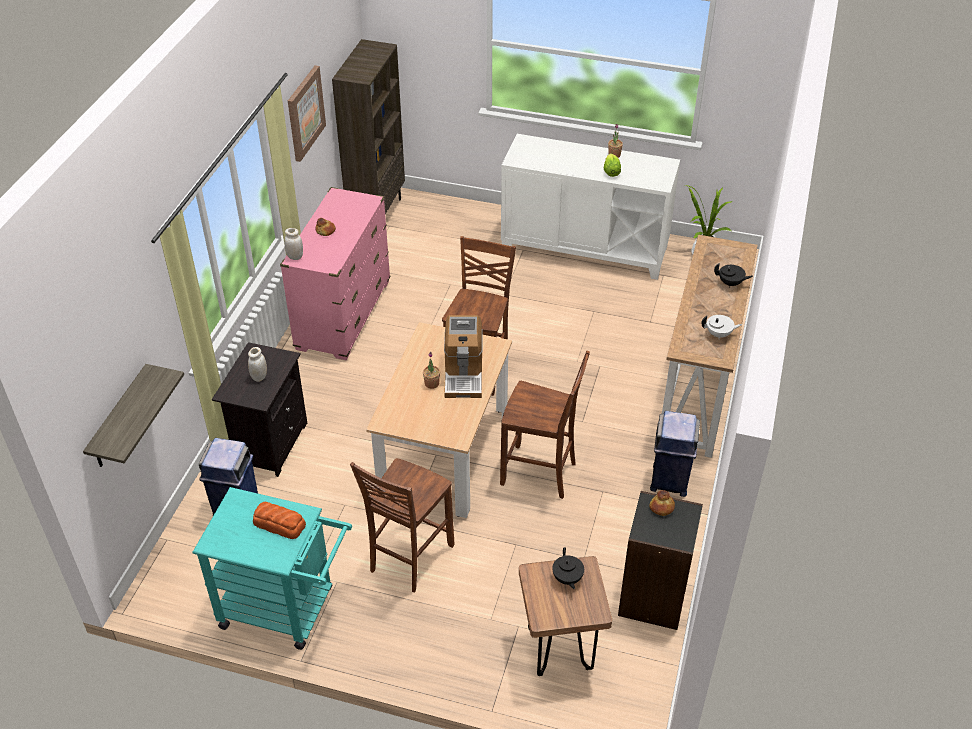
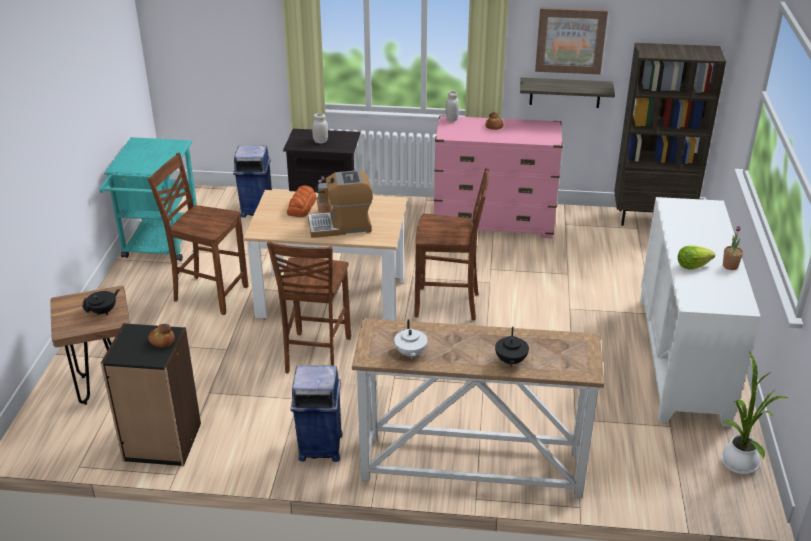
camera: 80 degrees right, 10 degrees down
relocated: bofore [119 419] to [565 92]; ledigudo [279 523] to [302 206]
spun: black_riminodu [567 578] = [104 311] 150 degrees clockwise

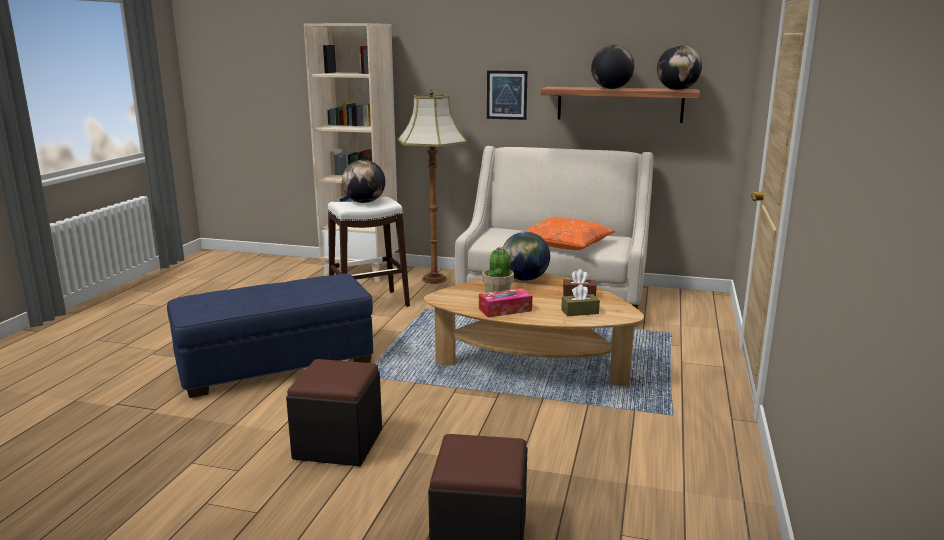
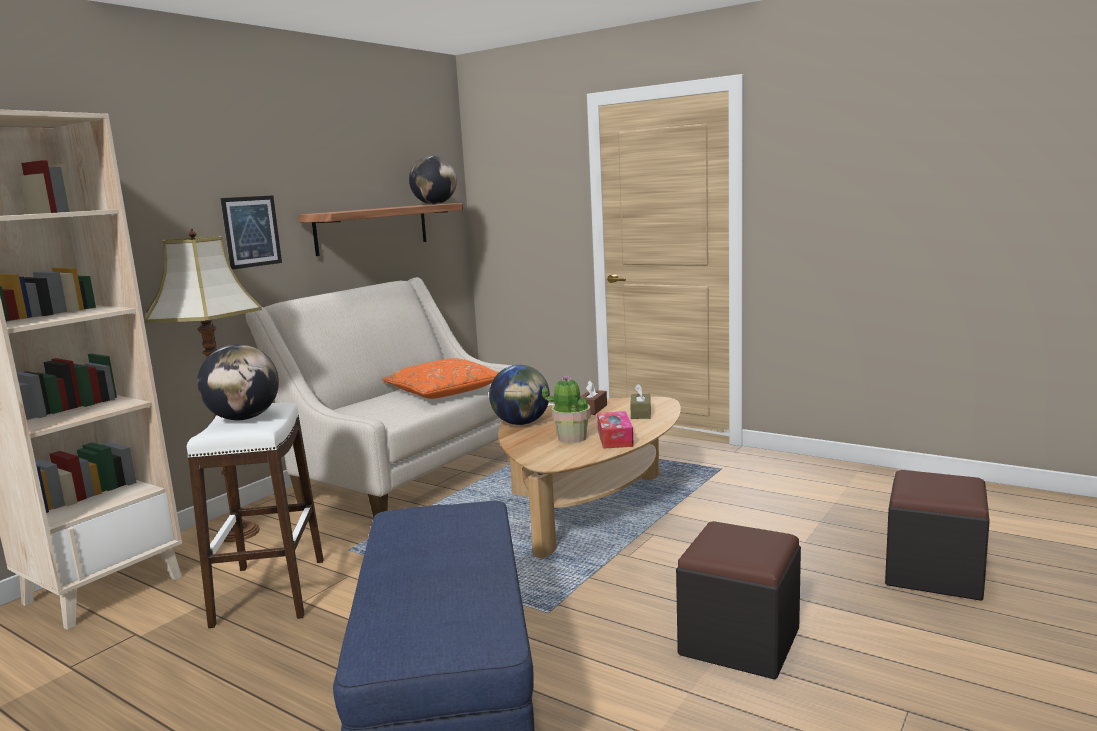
camera: 70 degrees left, 5 degrees down
missing: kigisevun [611 88]

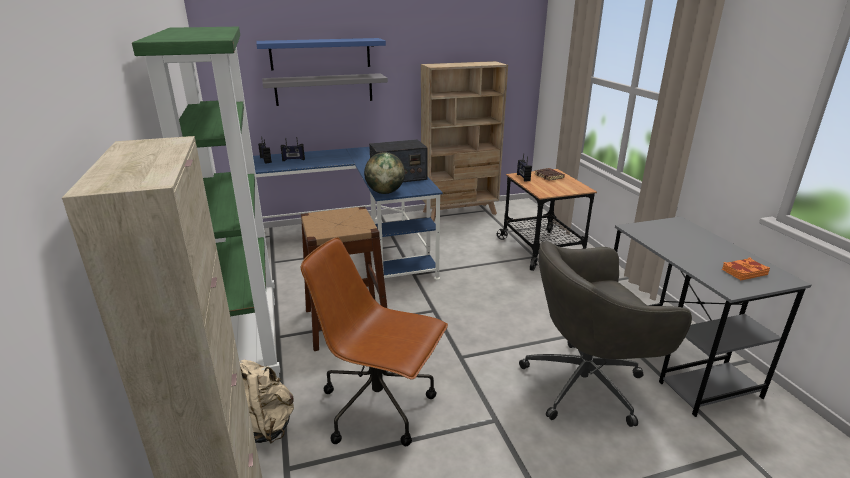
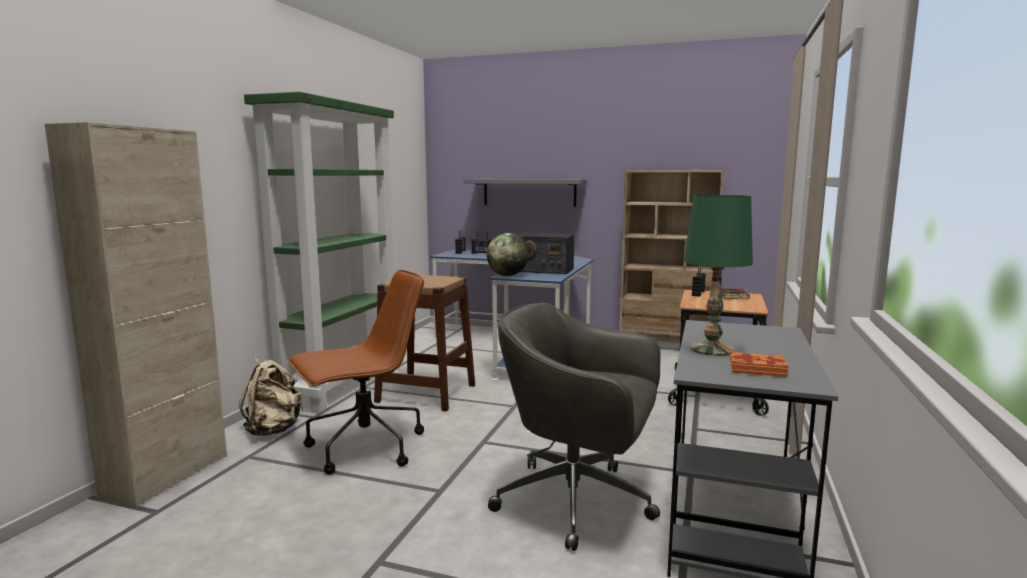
camera: 35 degrees right, 15 degrees down
missing: blue_bofore [320 54]
appeared: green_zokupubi [711 349]
spun: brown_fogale [380 407] = [364 448] 90 degrees clockwise

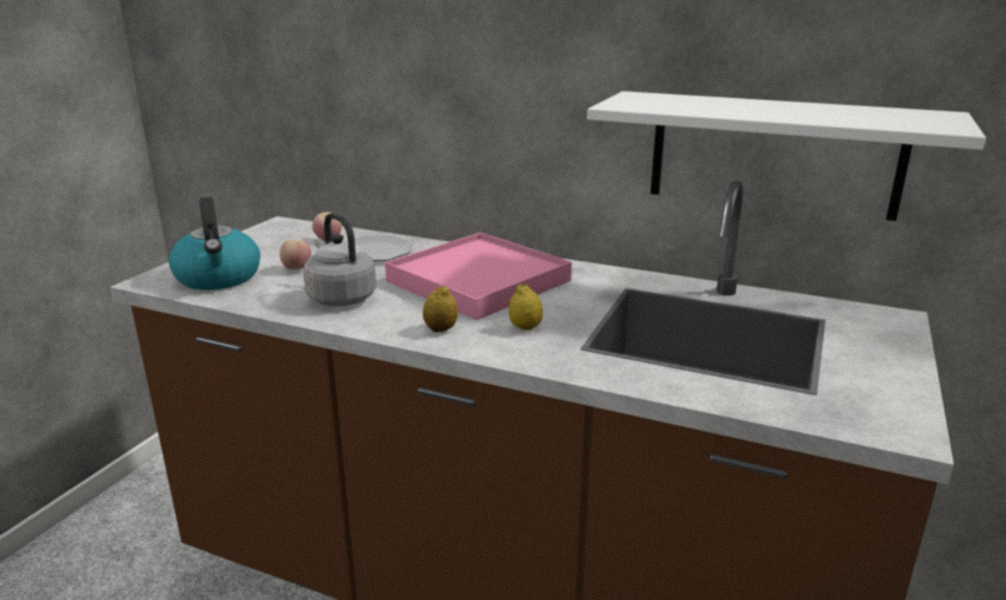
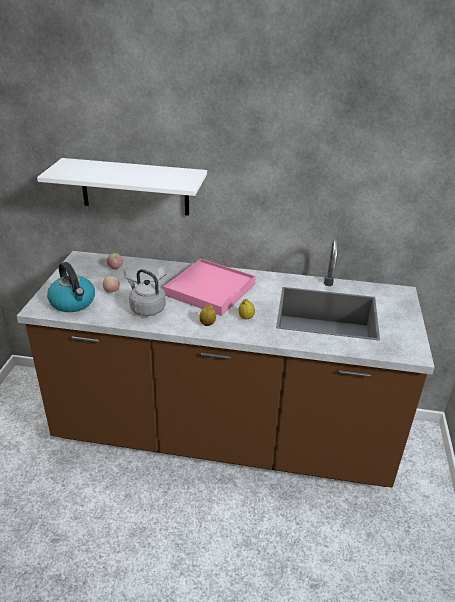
camera: 15 degrees left, 10 degrees up
relocated: white_bofore [774 154] to [134 187]

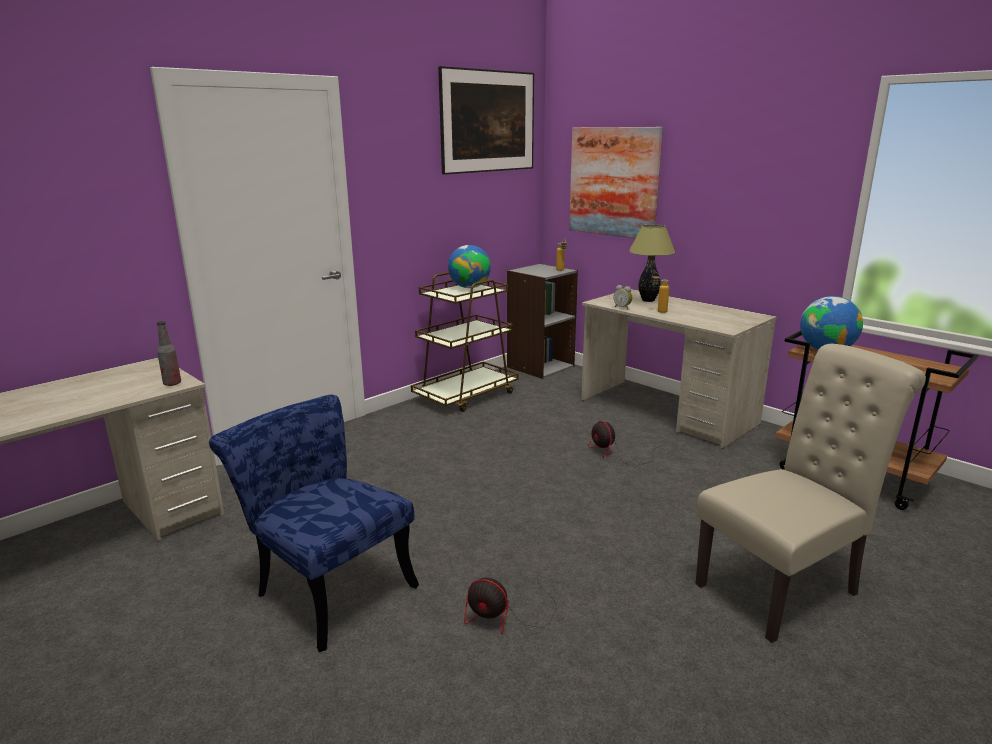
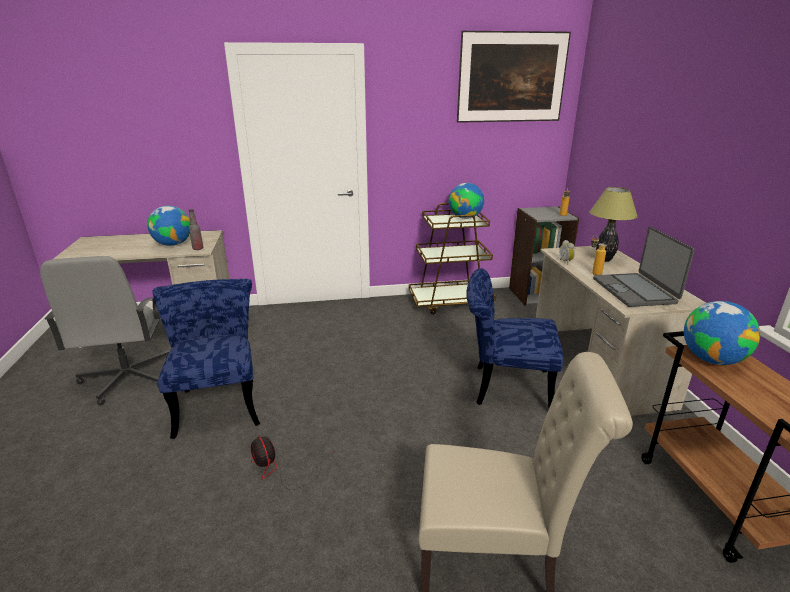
camera: 35 degrees right, 5 degrees up
missing: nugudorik [613 182]
appeared: grey_fogale [127 378]; kigisevun [173 244]; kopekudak [634 291]
exchanged: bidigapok [616 454] to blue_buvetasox [504 387]

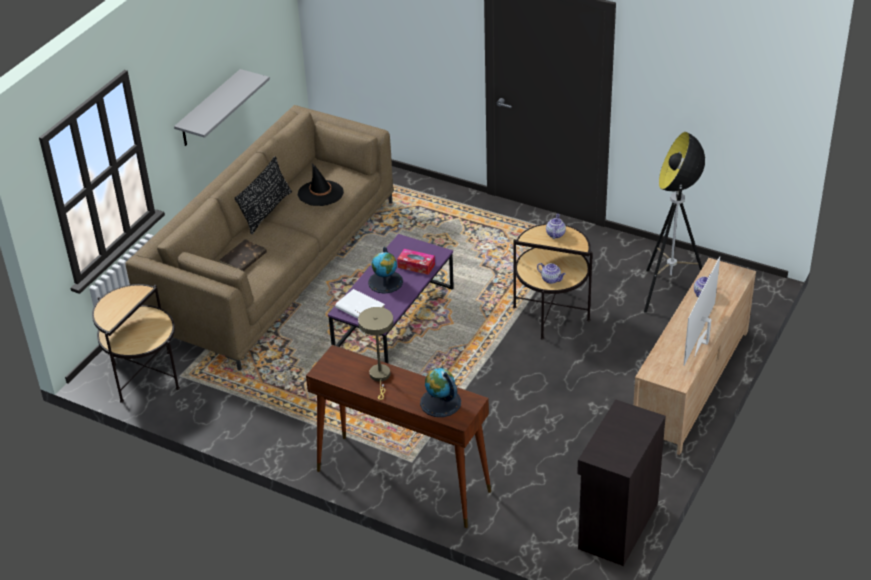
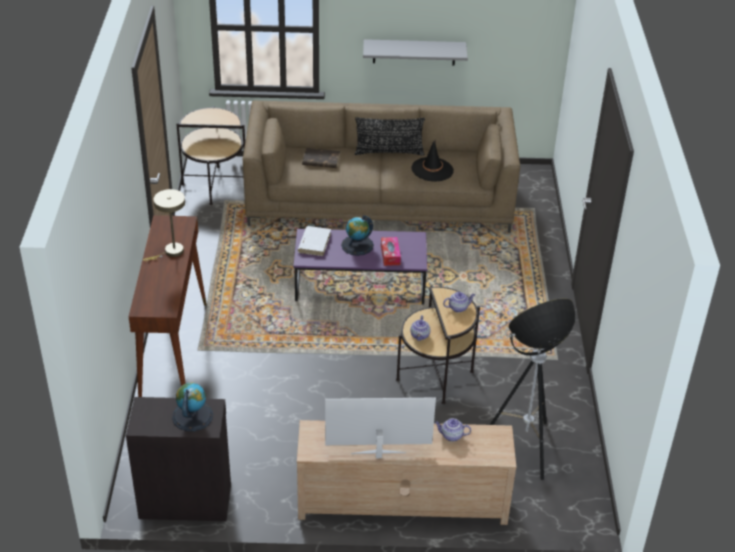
camera: 60 degrees right, 0 degrees up
relocated: kigisevun [440 402] to [192 416]

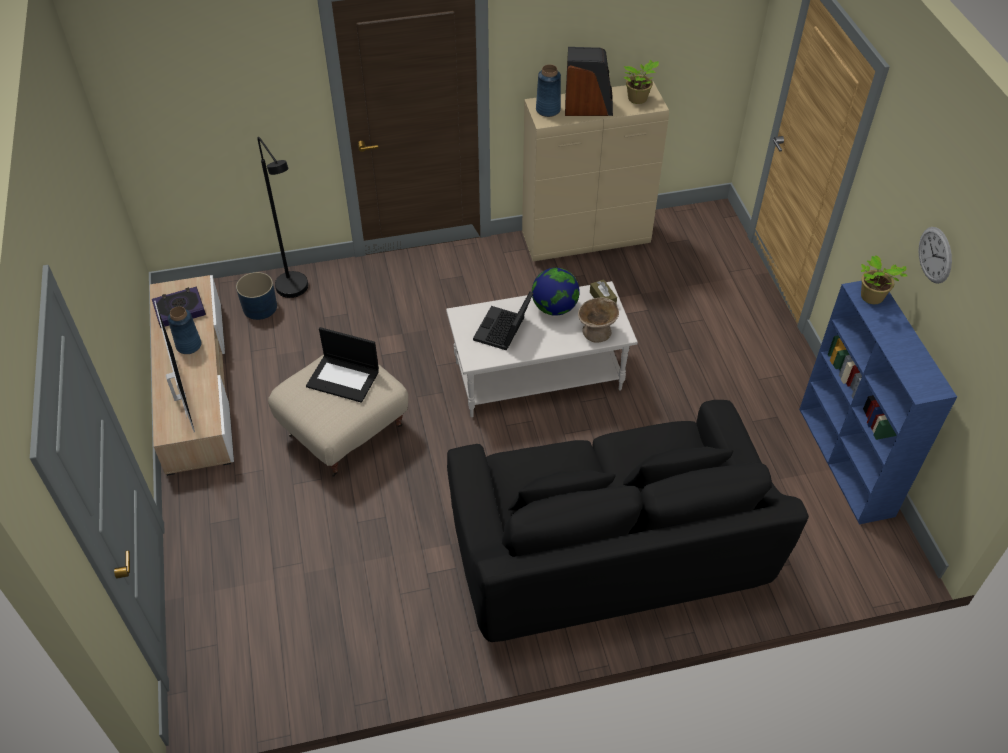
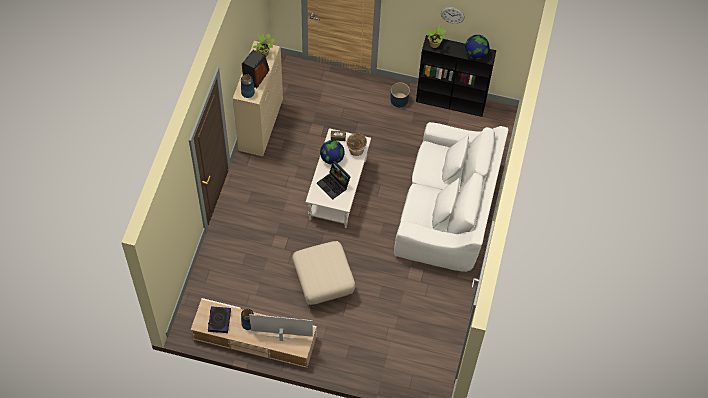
camera: 65 degrees left, 10 degrees up
missing: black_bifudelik [295 292]; kopekudak [344 378]
appeared: kigisevun [475 54]
relocated: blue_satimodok [260 307] to [399 100]
colour: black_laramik [607 553] to white_laramik [447 211]; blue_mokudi [846 462] to black_mokudi [451 102]

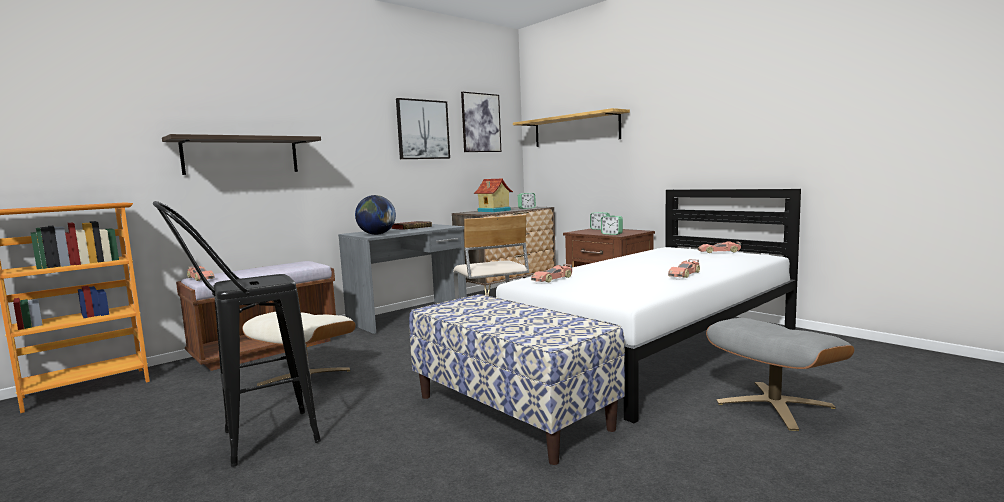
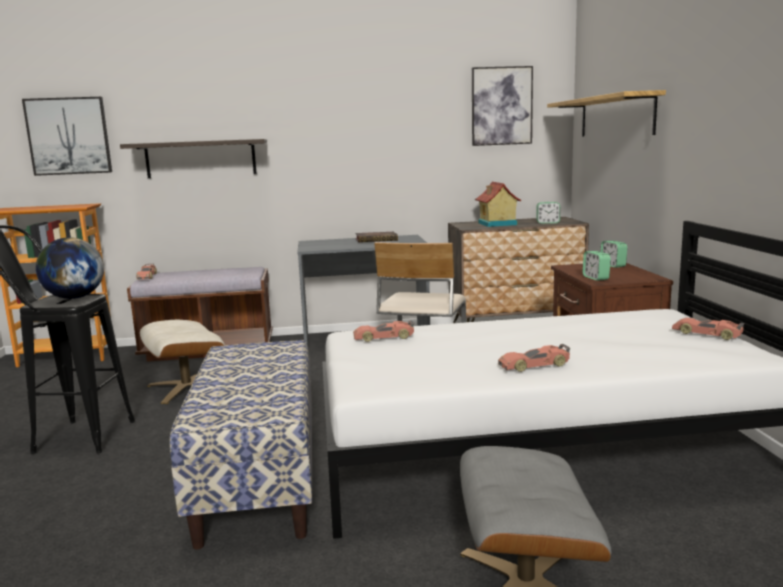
camera: 35 degrees right, 5 degrees up
relocated: kigisevun [376 234] to [74 298]; nugudorik [422 129] to [69 136]

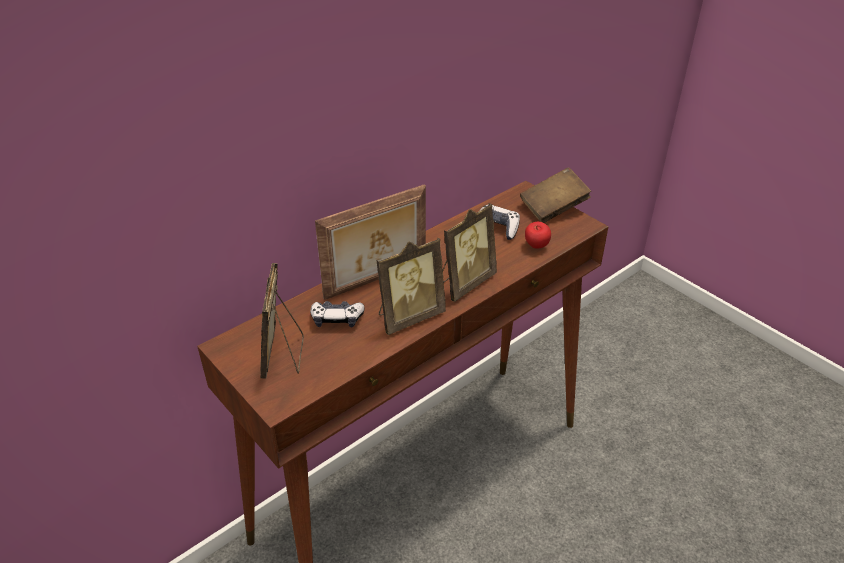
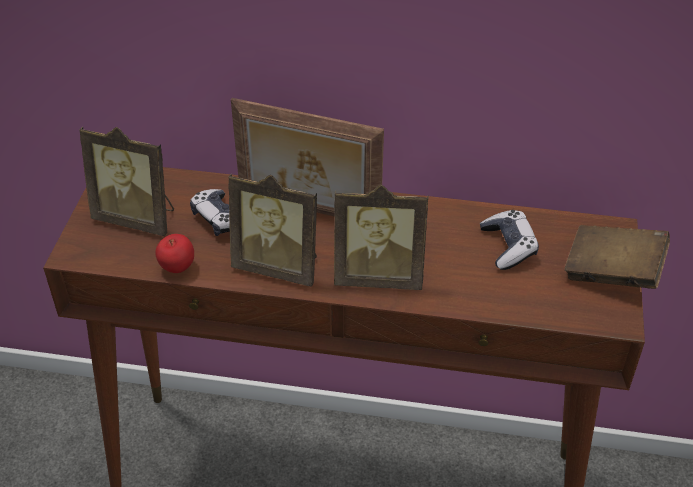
camera: 50 degrees right, 5 degrees up
relocated: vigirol [536 247] to [177 268]
spun: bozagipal [283 356] = [137 218] 120 degrees counterclockwise

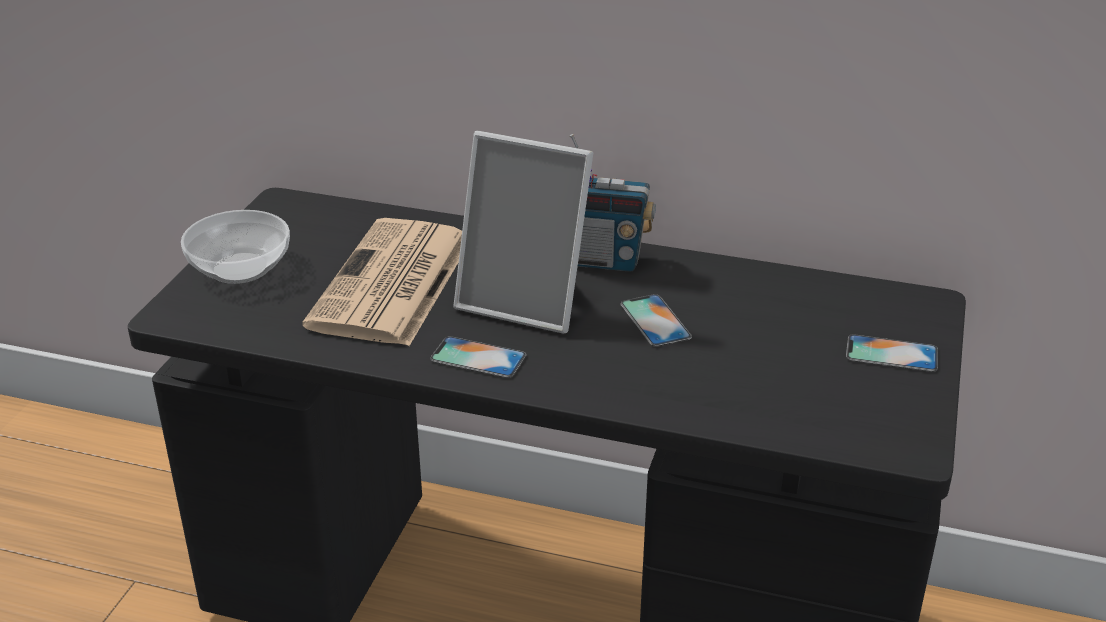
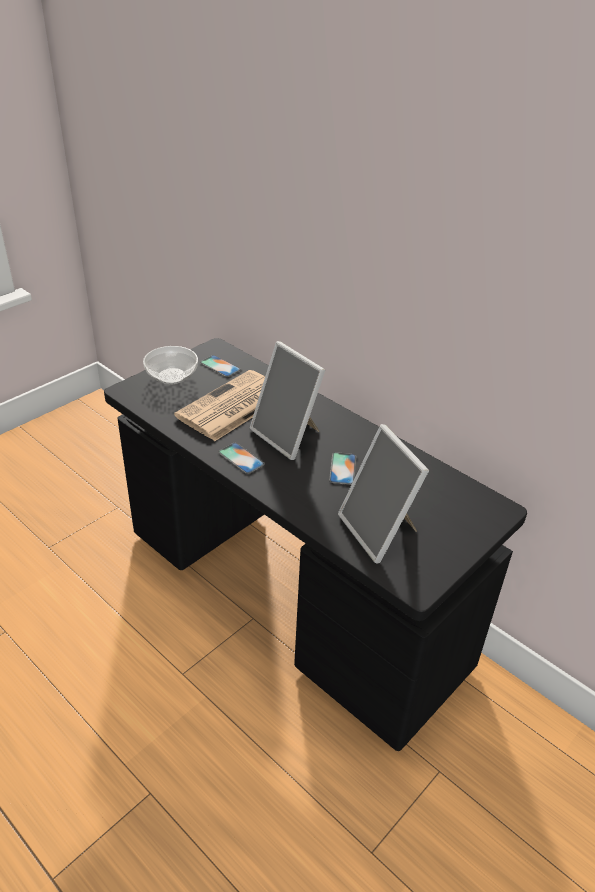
camera: 25 degrees right, 5 degrees up
missing: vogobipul [603 261]
appeared: bozagipal [380 531]
relocated: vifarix [891 354] to [220 366]

